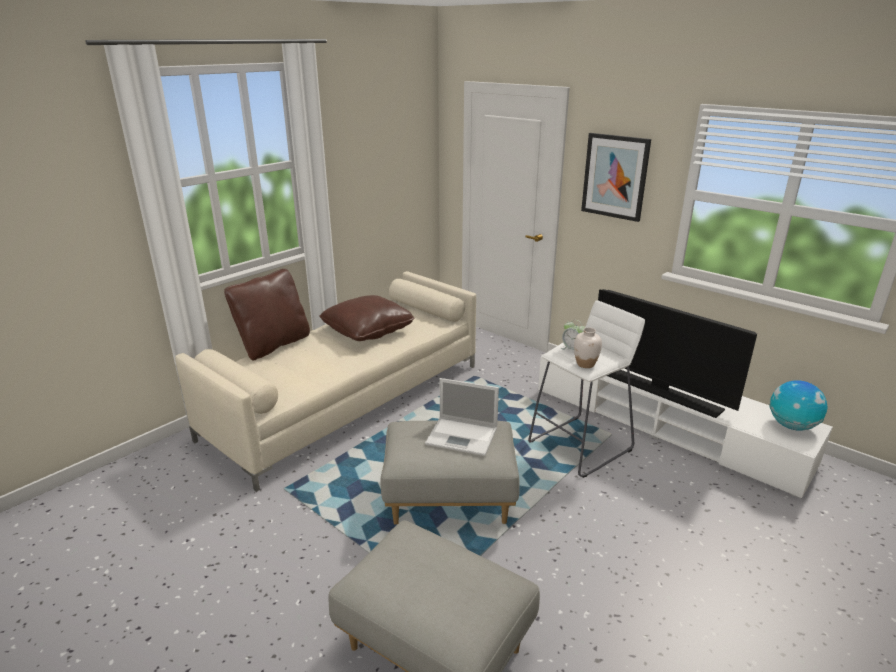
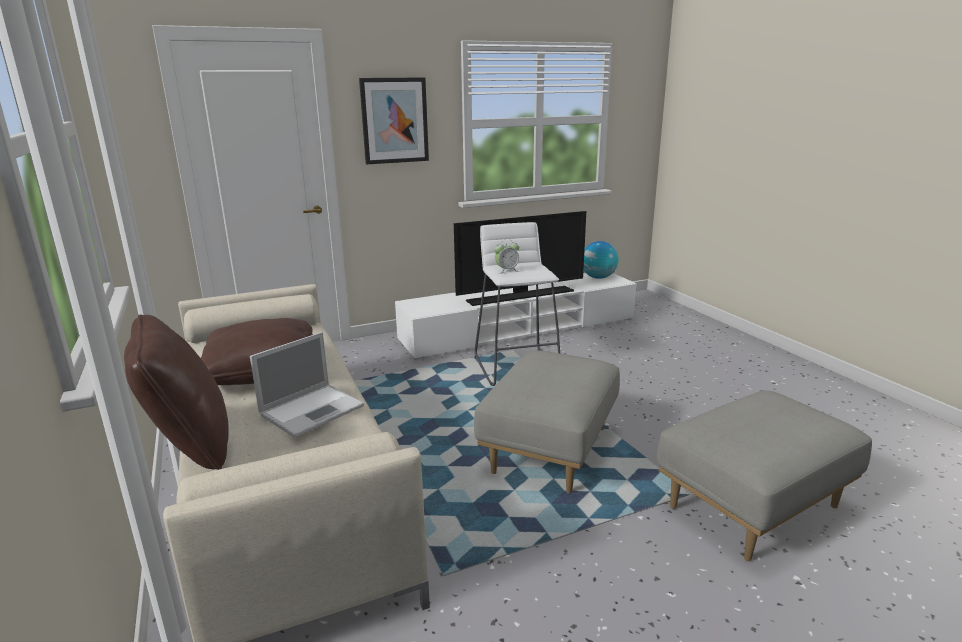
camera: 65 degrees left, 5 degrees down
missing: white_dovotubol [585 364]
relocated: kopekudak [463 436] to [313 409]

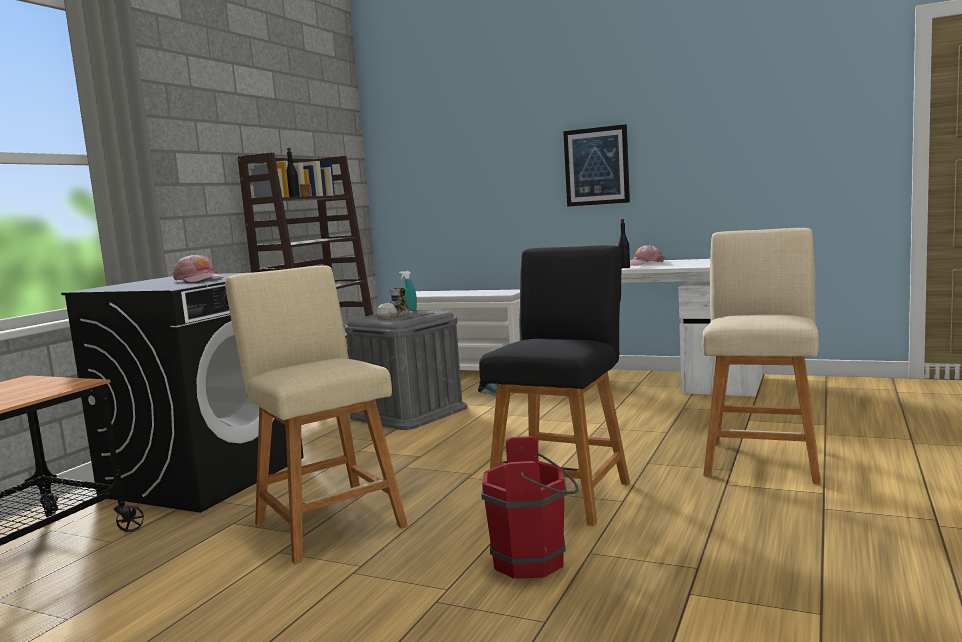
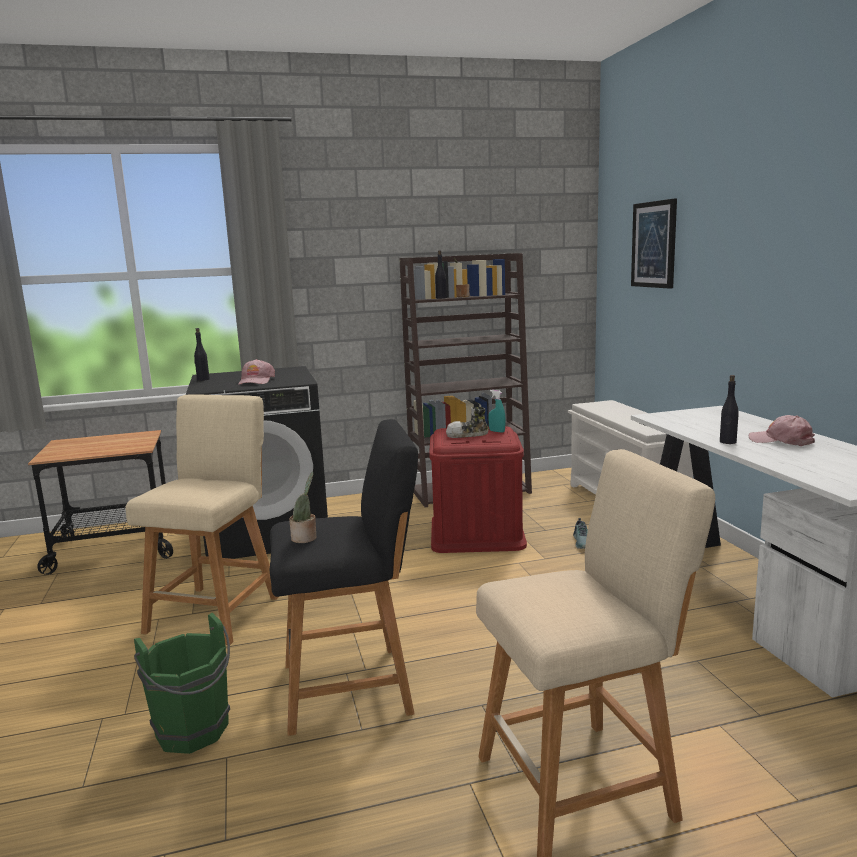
camera: 50 degrees right, 5 degrees up
appeared: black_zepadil [203 379]; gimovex [305 538]
relocated: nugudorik [596 166] to [654 244]
colour: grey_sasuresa [409 412] to red_sasuresa [477 533]; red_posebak [535 561] to green_posebak [194 734]

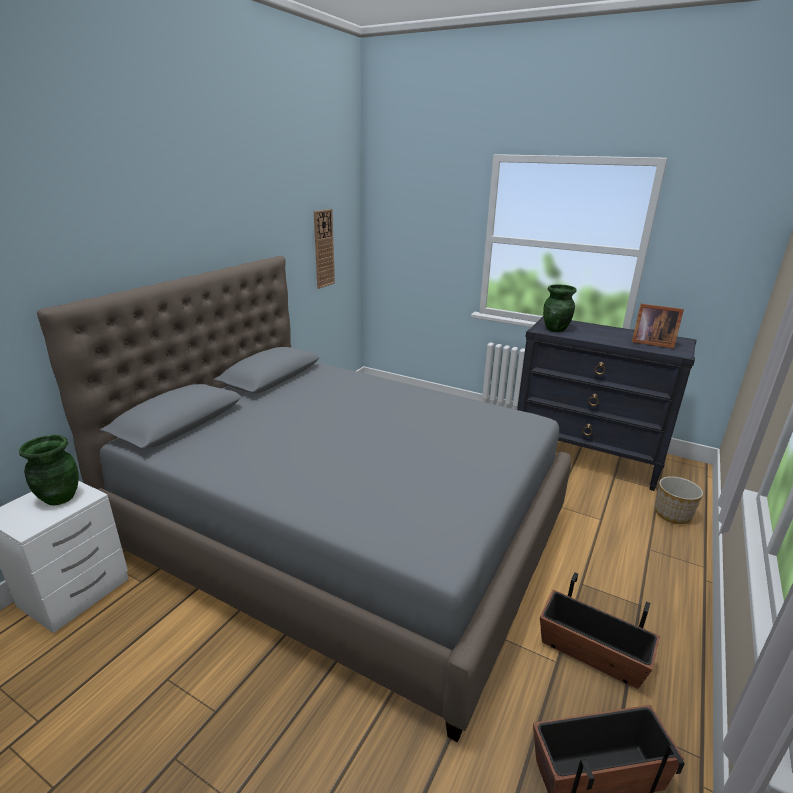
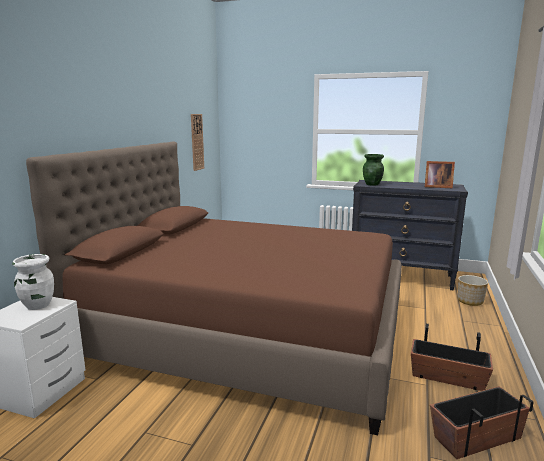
camera: 10 degrees left, 10 degrees down
colour: green_dovotubol [59 497] to white_dovotubol [37 305]; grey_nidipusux [344 531] to brown_nidipusux [246 333]

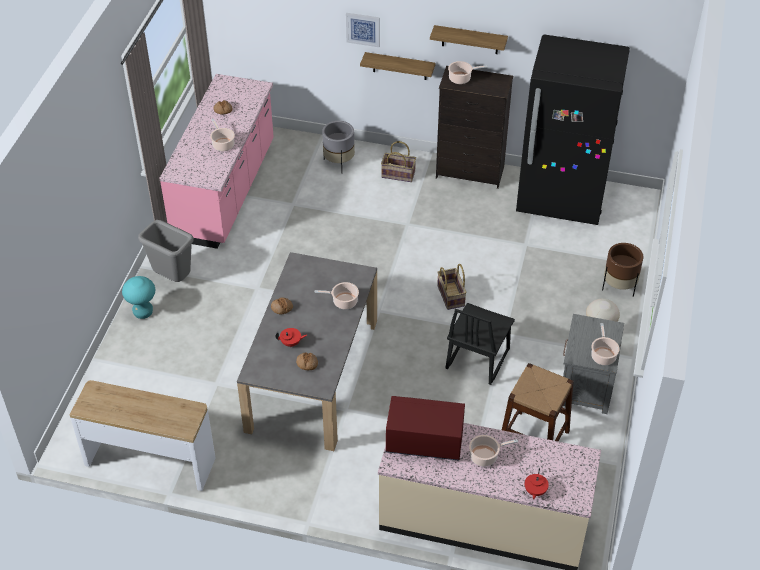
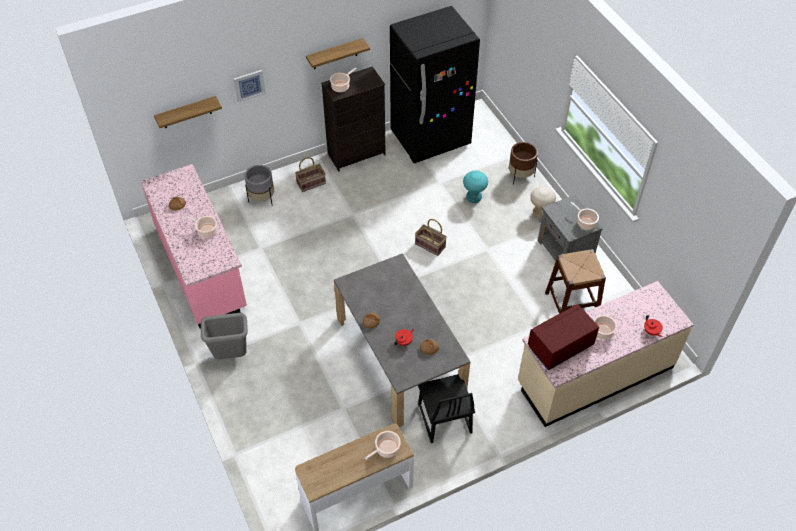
camera: 40 degrees left, 5 degrees up
relocated: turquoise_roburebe [143 312] to [474 198]; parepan [343 301] to [386 449]; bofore [399 66] to [186 113]; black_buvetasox [477 359] to [444 419]

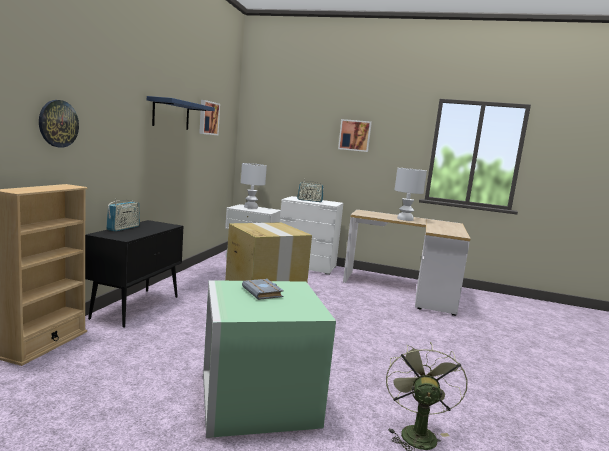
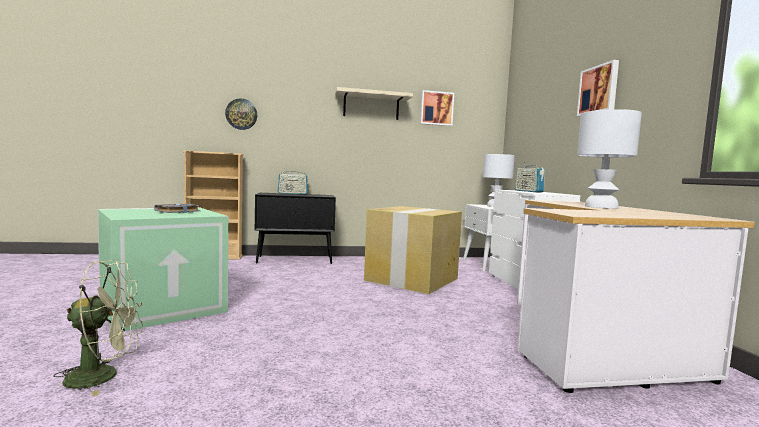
camera: 65 degrees right, 5 degrees down
colour: blue_bofore [171 114] to beige_bofore [371 106]

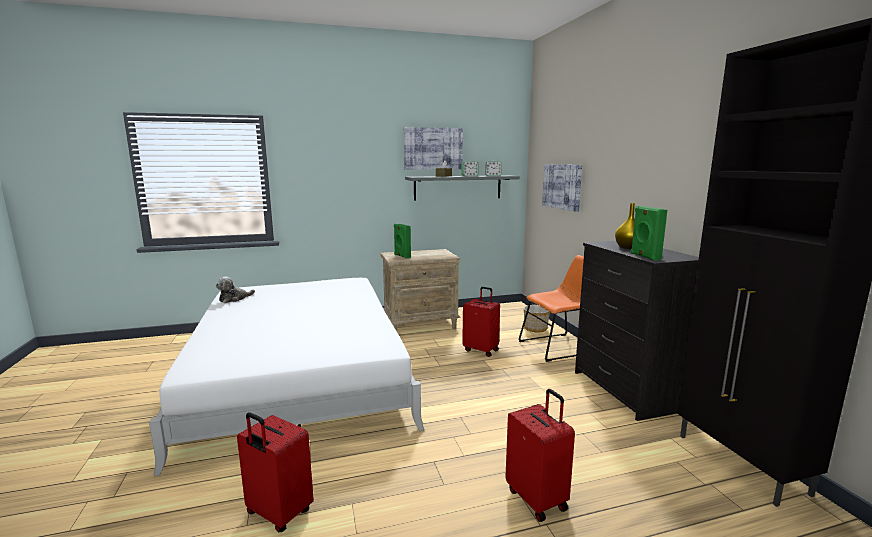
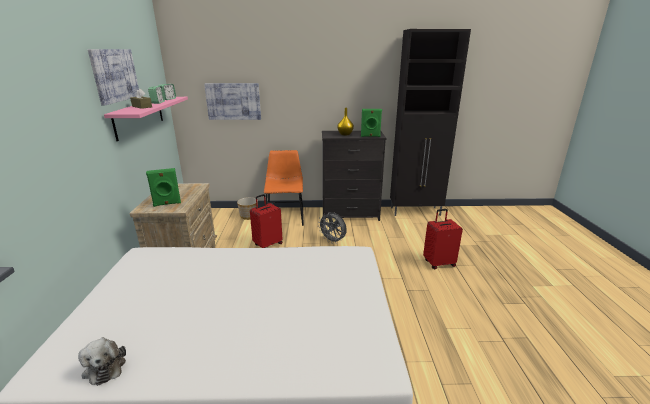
camera: 75 degrees left, 10 degrees up
missing: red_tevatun [278 513]
appeared: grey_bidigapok [333 241]
colour: grey_bofore [458 187] to pink_bofore [139 117]

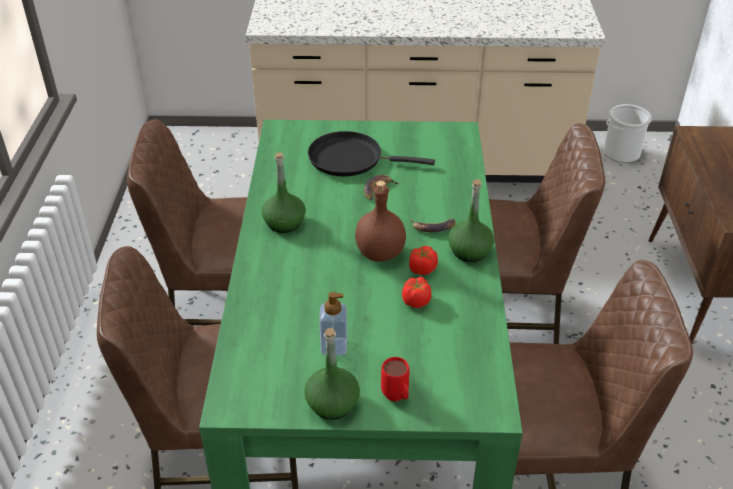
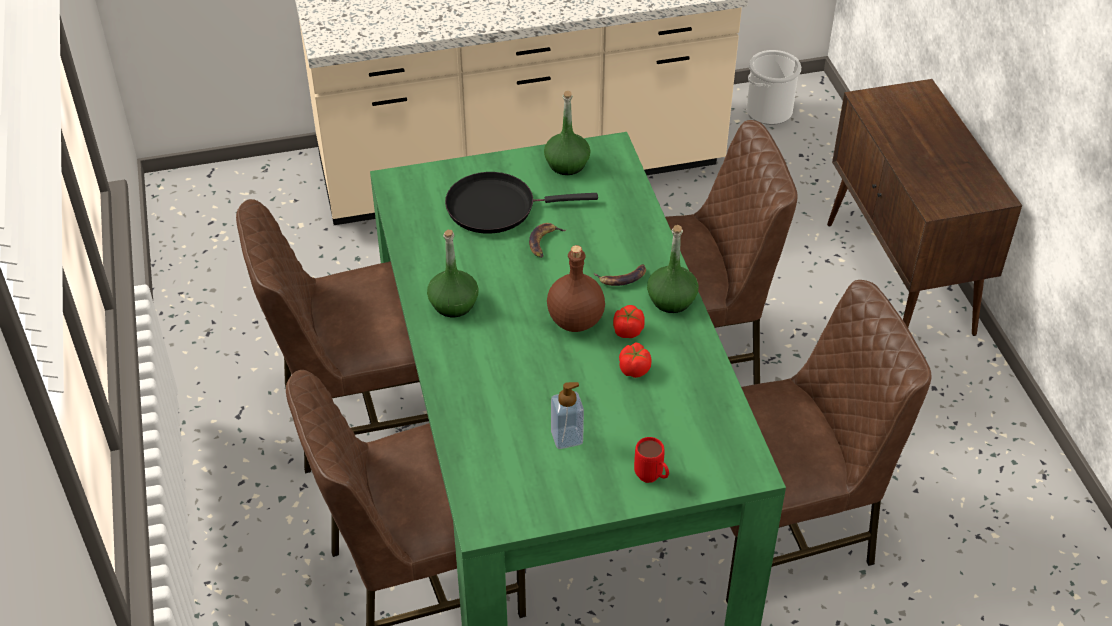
camera: 15 degrees left, 5 degrees up
relocated: green_zepadil [332 404] to [567 164]

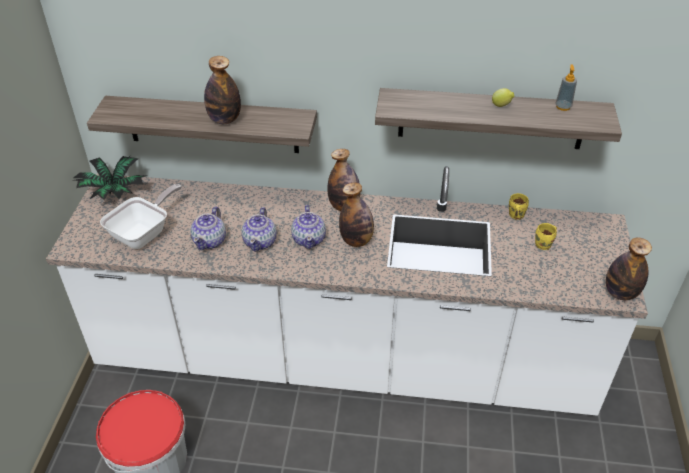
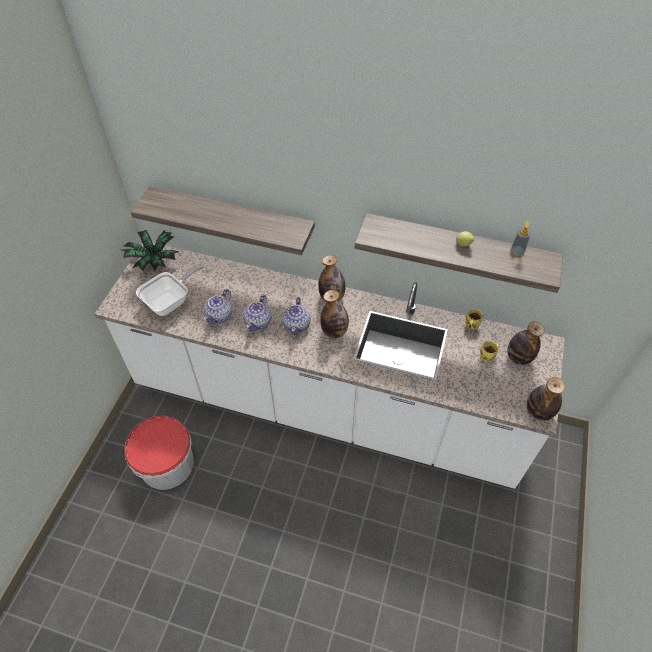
camera: 10 degrees right, 10 degrees up
relocated: zepadil [224 119] to [518 358]

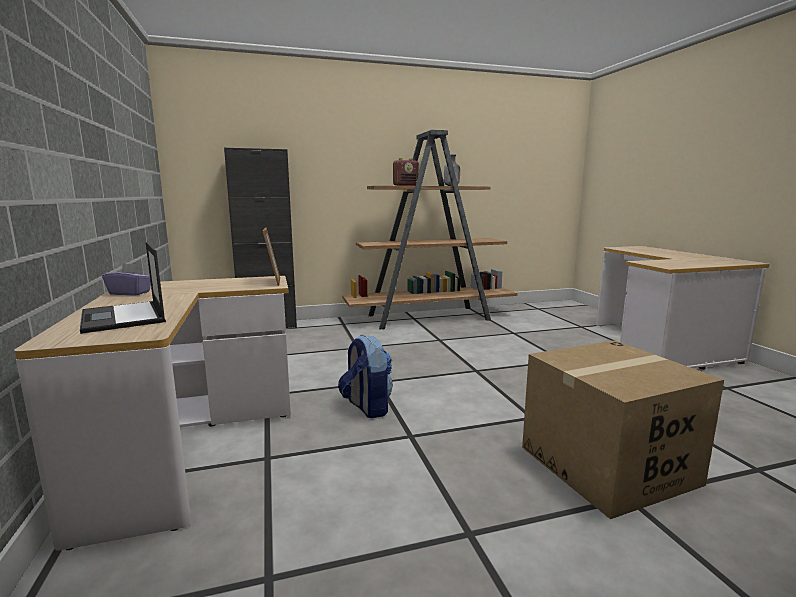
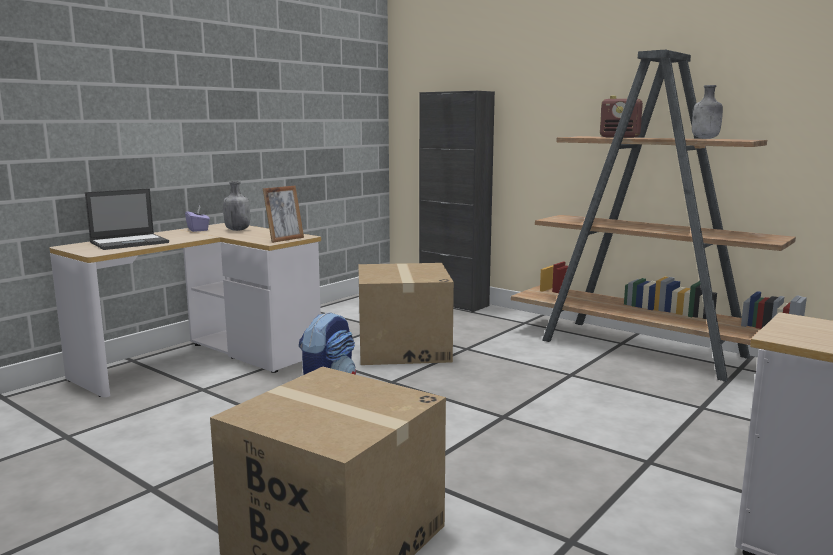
camera: 55 degrees right, 0 degrees up
appeared: grey_zepadil [237 230]; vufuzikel [403 348]
spun: kopekudak [123 317] = [130 242] 150 degrees counterclockwise

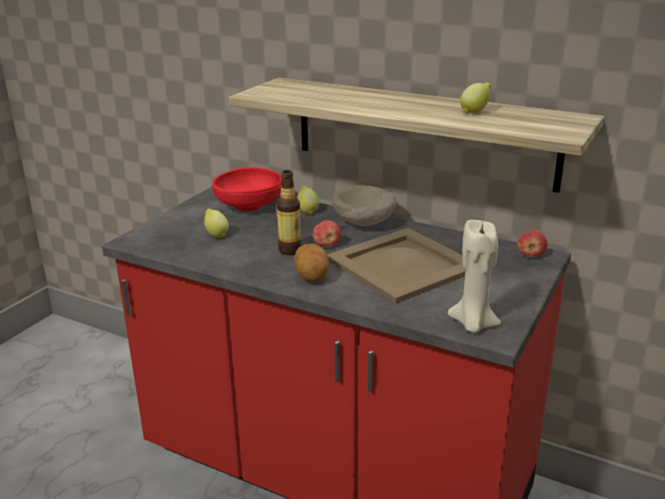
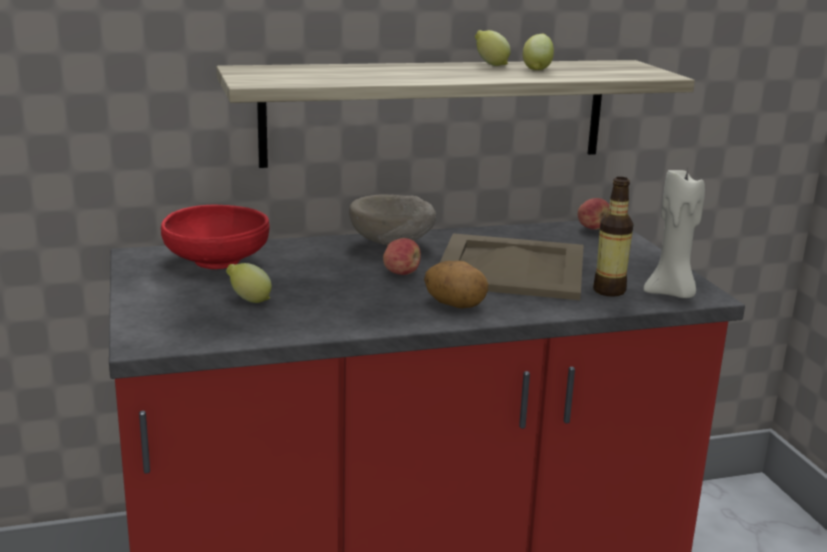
camera: 45 degrees left, 5 degrees down
relocated: zepadil [290 250] to [609 291]; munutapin [307 211] to [490 65]

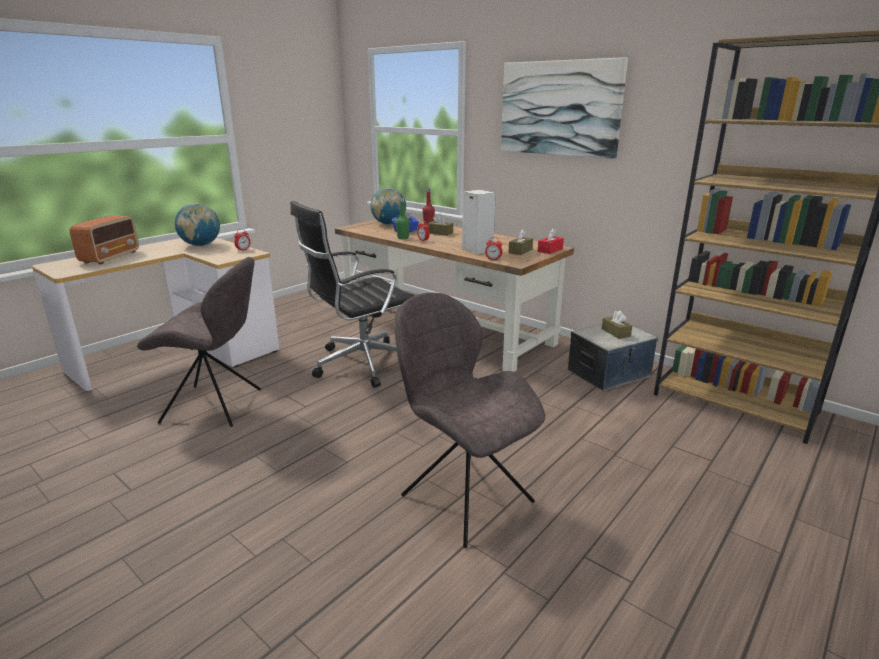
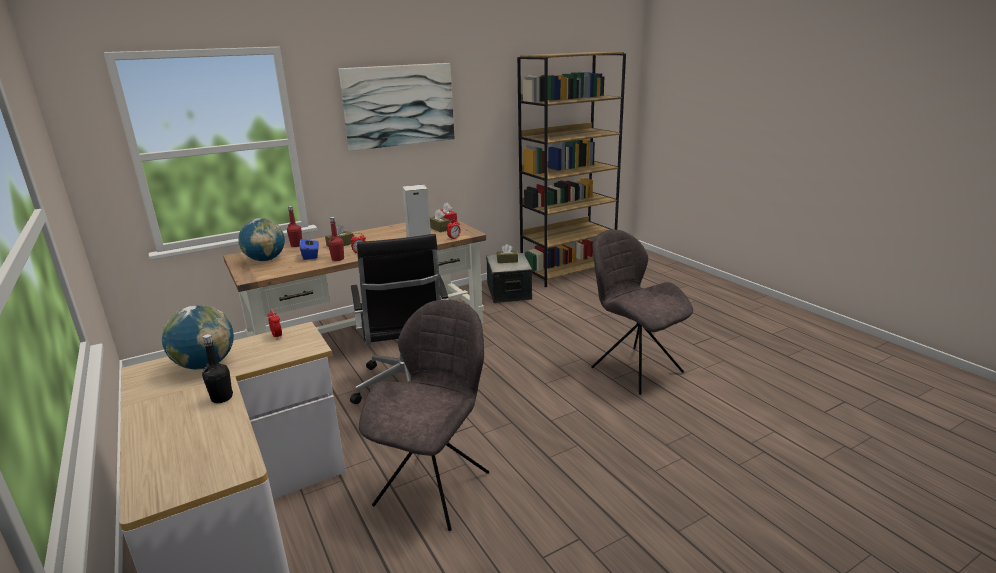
camera: 70 degrees left, 0 degrees up
missing: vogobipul [111 257]
appeared: black_zepadil [222 398]
colour: green_zepadil [403 238] to red_zepadil [338 259]
spun: grey_buvetasox [464 496] = [634 368] 75 degrees clockwise

